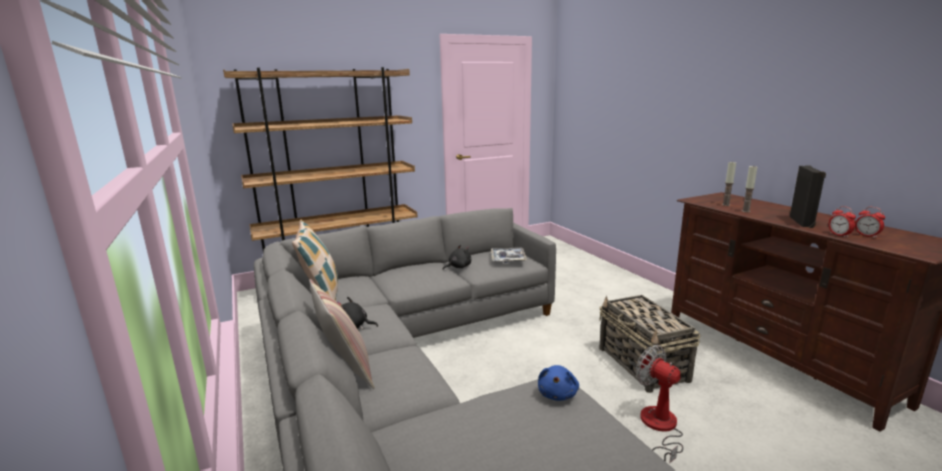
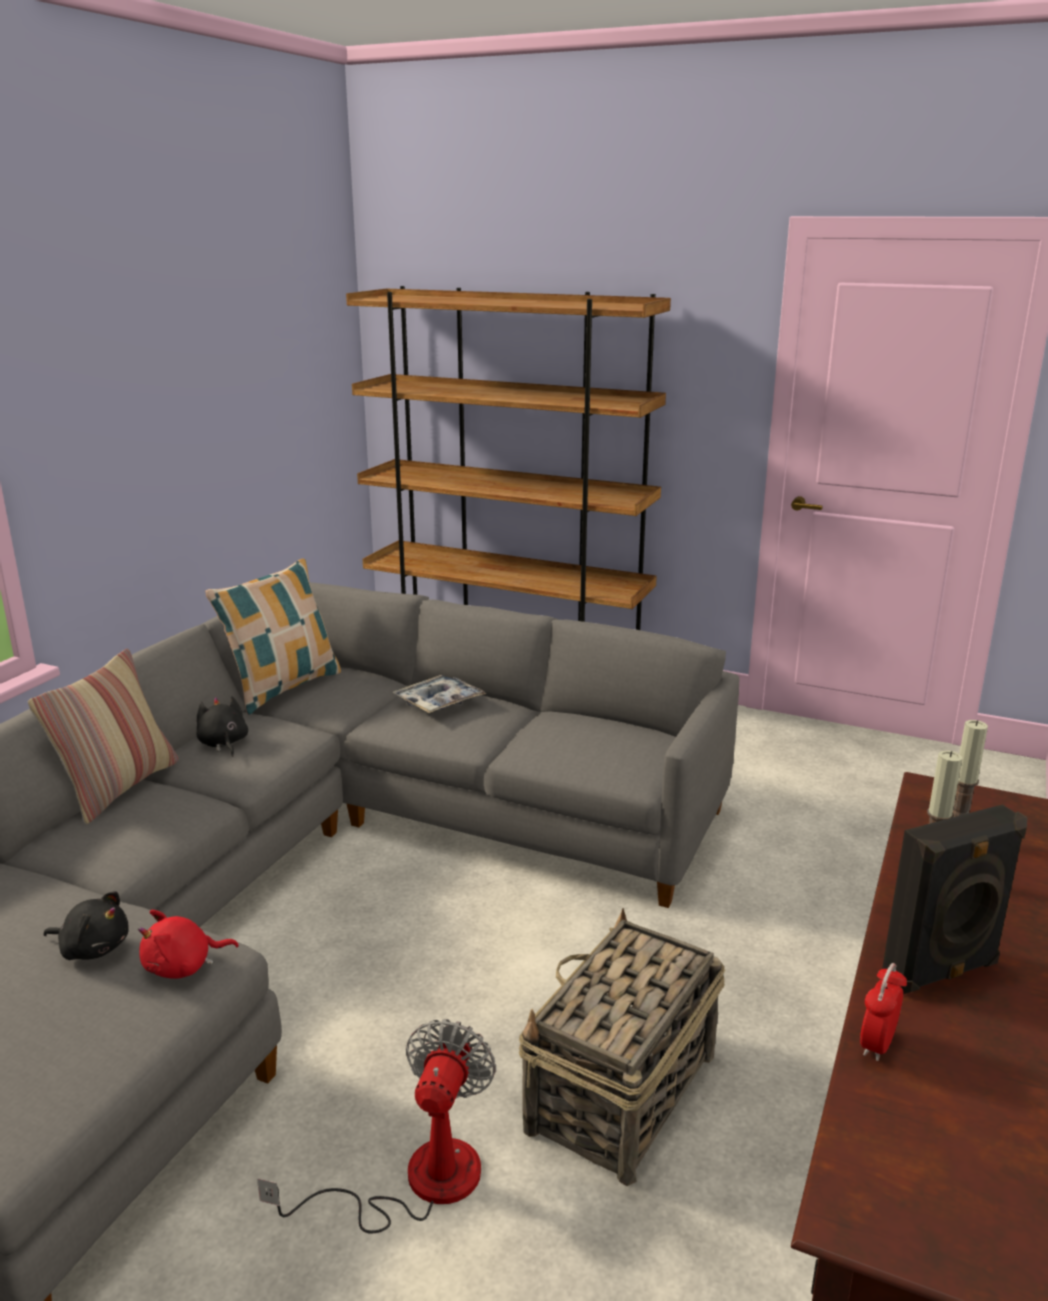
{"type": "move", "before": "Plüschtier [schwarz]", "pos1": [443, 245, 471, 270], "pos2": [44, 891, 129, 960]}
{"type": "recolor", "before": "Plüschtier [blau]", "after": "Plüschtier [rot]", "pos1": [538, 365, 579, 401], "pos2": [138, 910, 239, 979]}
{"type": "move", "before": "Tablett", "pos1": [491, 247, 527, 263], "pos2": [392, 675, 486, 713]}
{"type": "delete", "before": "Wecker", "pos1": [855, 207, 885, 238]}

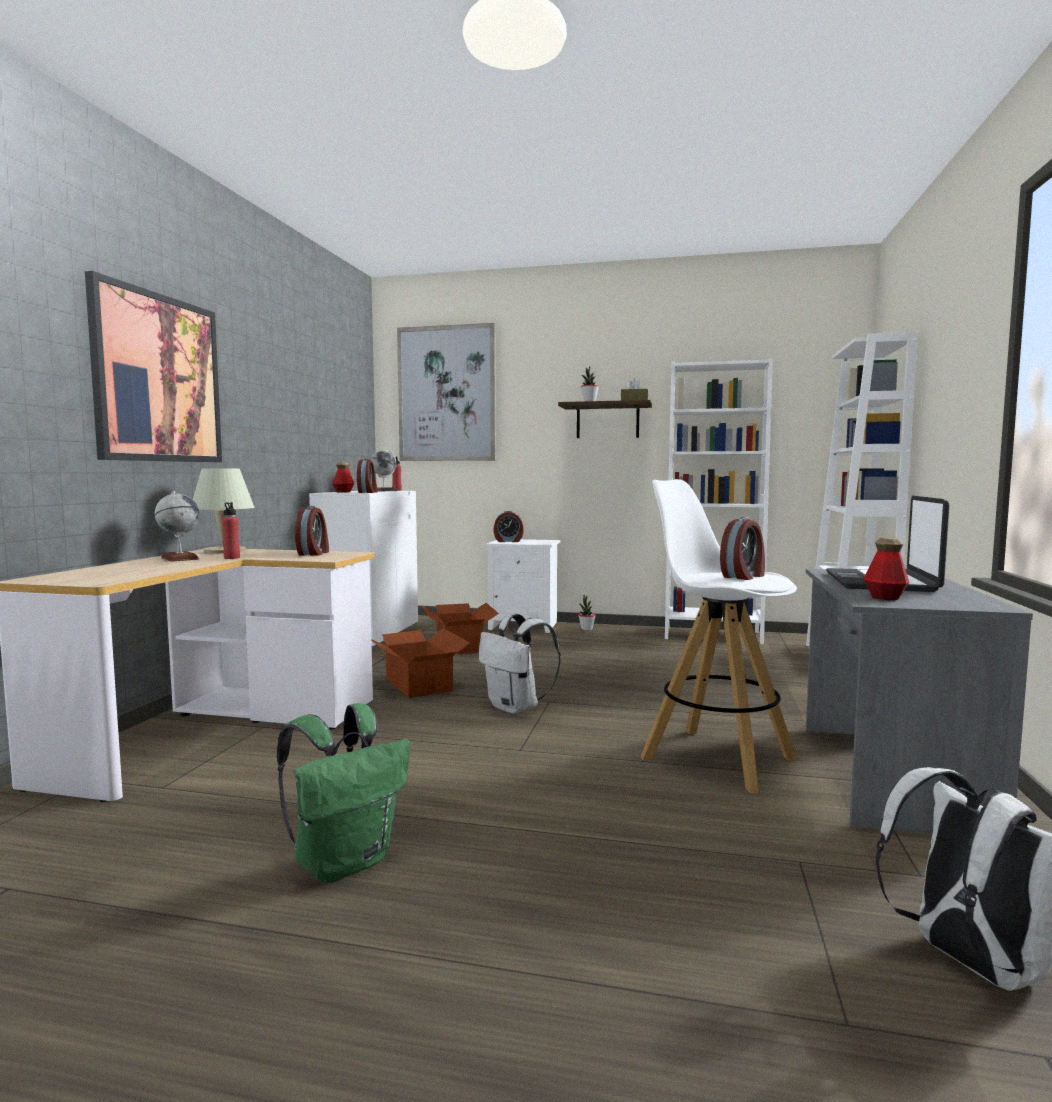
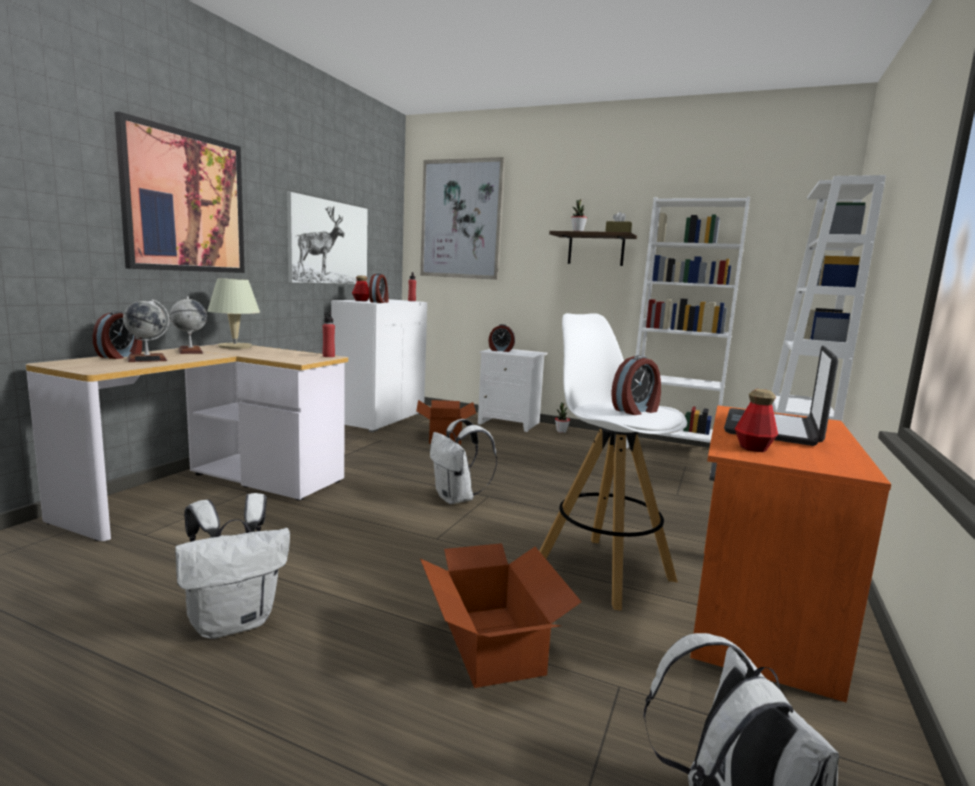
{"type": "move", "before": "Wecker", "pos1": [295, 506, 329, 556], "pos2": [92, 311, 142, 359]}
{"type": "move", "before": "Globus", "pos1": [371, 449, 398, 492], "pos2": [123, 299, 169, 362]}
{"type": "recolor", "before": "Rucksack [grün]", "after": "Rucksack [weiß]", "pos1": [277, 703, 410, 883], "pos2": [175, 493, 290, 639]}
{"type": "insert", "after": "Bild", "pos2": [287, 192, 368, 284]}
{"type": "move", "before": "Flasche [rot]", "pos1": [222, 502, 240, 559], "pos2": [323, 312, 335, 357]}
{"type": "move", "before": "Karton", "pos1": [371, 628, 470, 698], "pos2": [420, 543, 581, 688]}
{"type": "recolor", "before": "Schreibtisch [grau]", "after": "Schreibtisch [orange]", "pos1": [806, 569, 1033, 835], "pos2": [690, 405, 891, 702]}

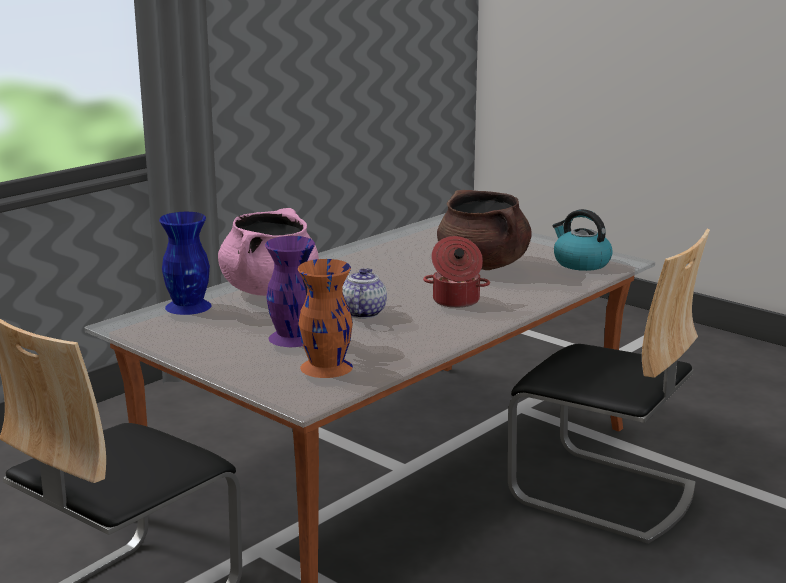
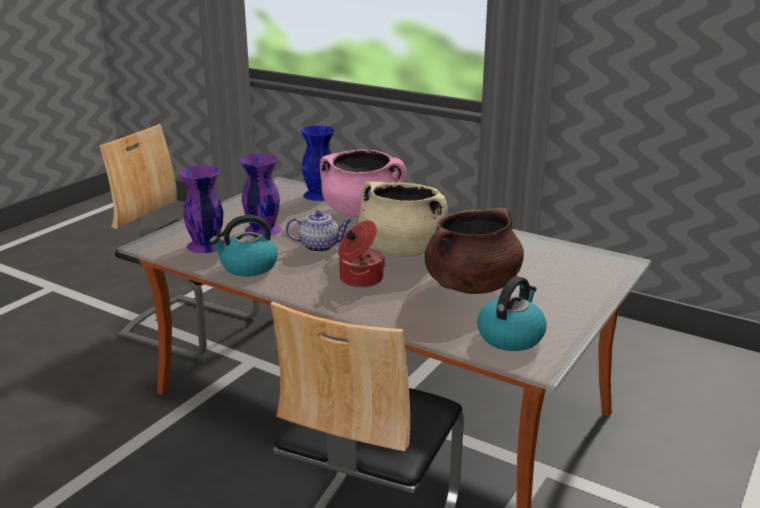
{"type": "recolor", "before": "Vase [orange]", "after": "Vase [lila]", "pos1": [298, 259, 353, 378], "pos2": [179, 165, 225, 253]}
{"type": "insert", "after": "Wasserkessel", "pos2": [209, 215, 278, 276]}
{"type": "insert", "after": "Kochtopf [beige]", "pos2": [359, 181, 448, 257]}

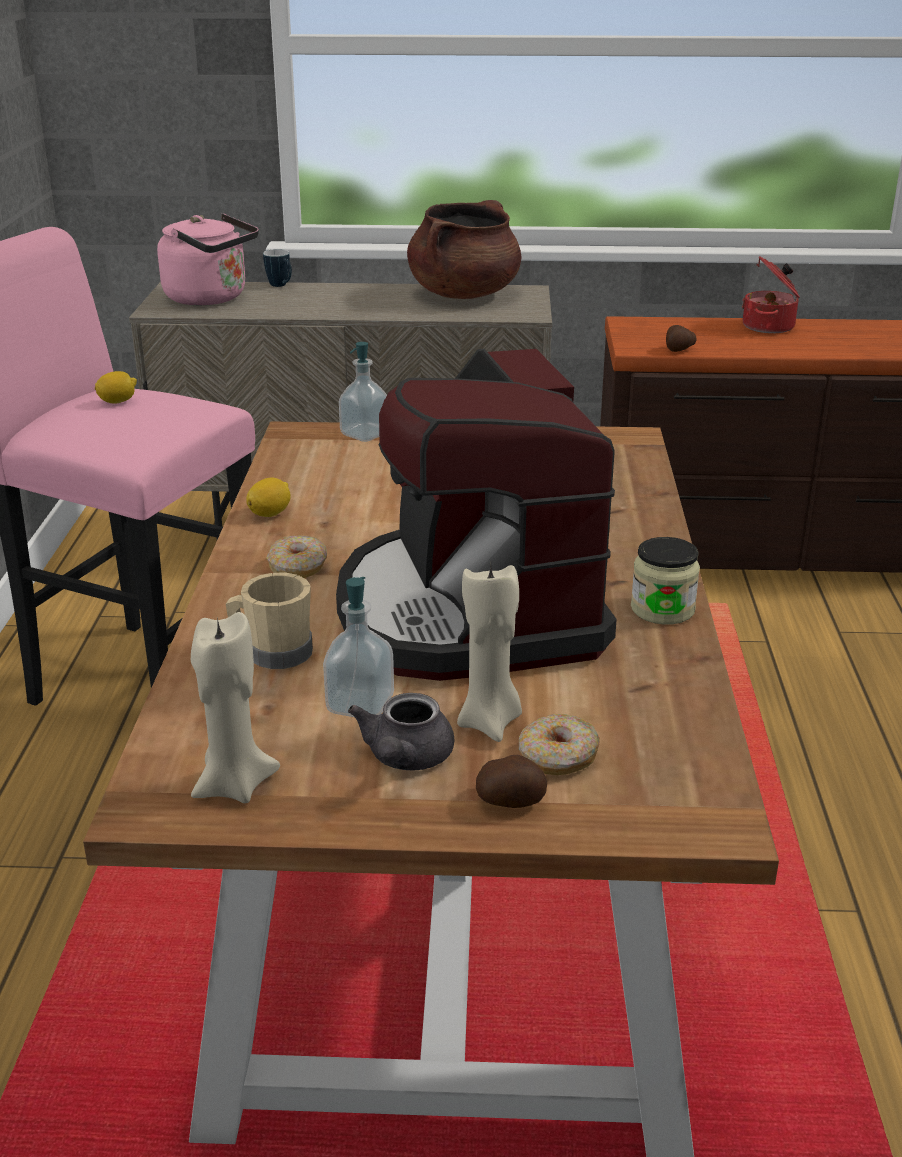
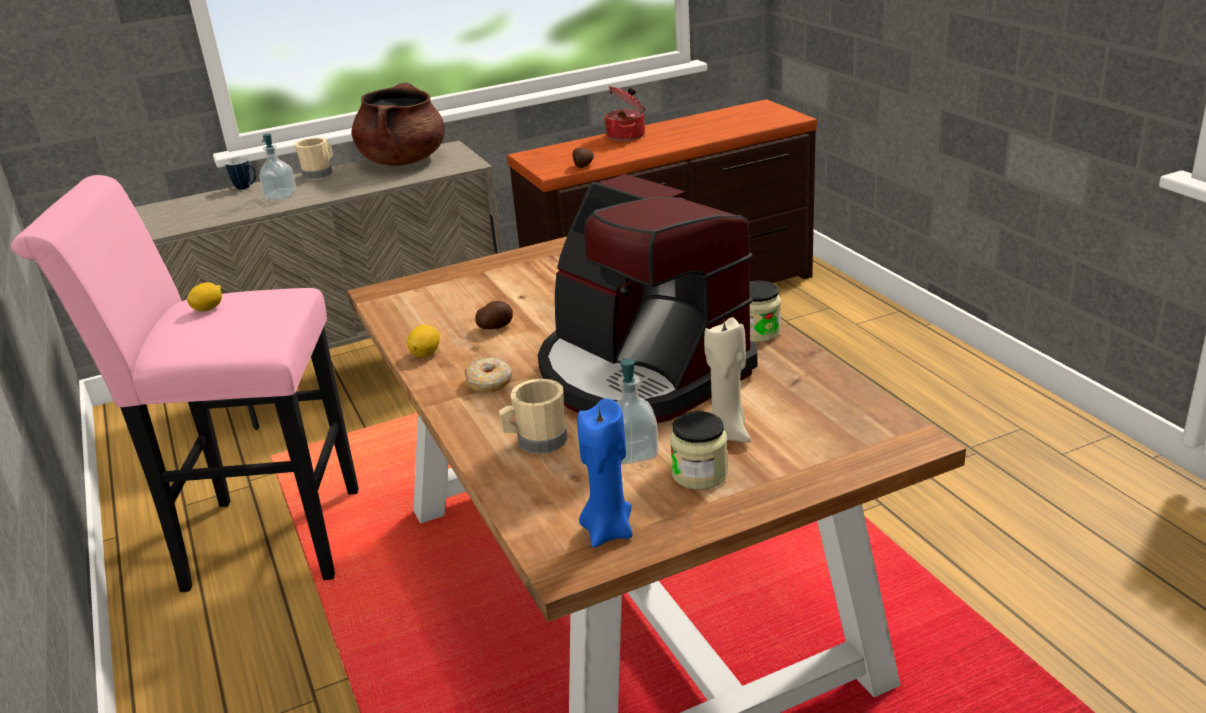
{"type": "move", "before": "Seifenspender", "pos1": [339, 342, 387, 442], "pos2": [259, 134, 296, 200]}
{"type": "insert", "after": "Henkelbecher [beige]", "pos2": [295, 138, 333, 180]}
{"type": "move", "before": "Kartoffel", "pos1": [476, 755, 547, 808], "pos2": [475, 301, 513, 329]}
{"type": "recolor", "before": "Kerze [beige]", "after": "Kerze [blau]", "pos1": [191, 612, 280, 803], "pos2": [577, 398, 633, 548]}
{"type": "replace", "before": "Teekanne [grau]", "after": "Vorratsglas", "pos1": [348, 693, 454, 770], "pos2": [670, 411, 728, 490]}
{"type": "delete", "before": "Wasserkessel [rosa]", "pos1": [157, 213, 259, 305]}
{"type": "delete", "before": "Donut", "pos1": [519, 714, 600, 775]}

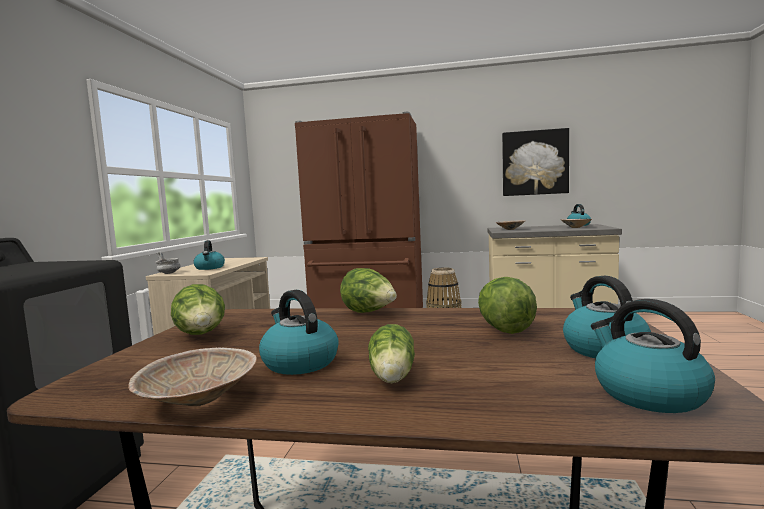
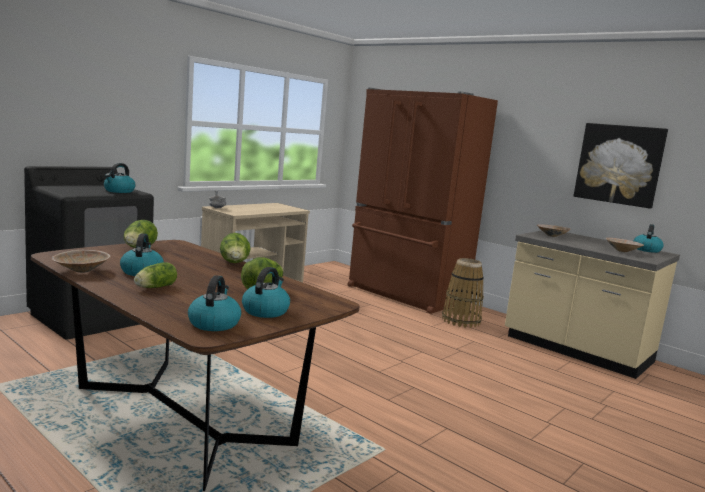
{"type": "move", "before": "Wasserkessel", "pos1": [193, 240, 225, 270], "pos2": [104, 163, 136, 193]}

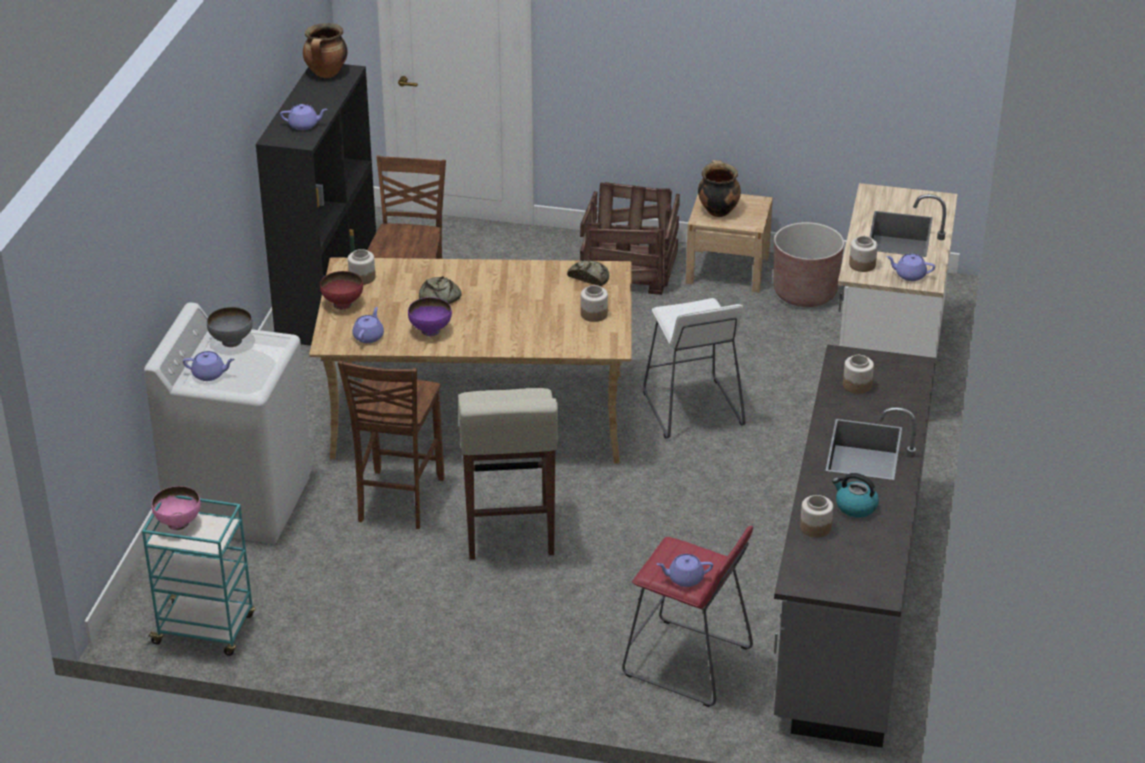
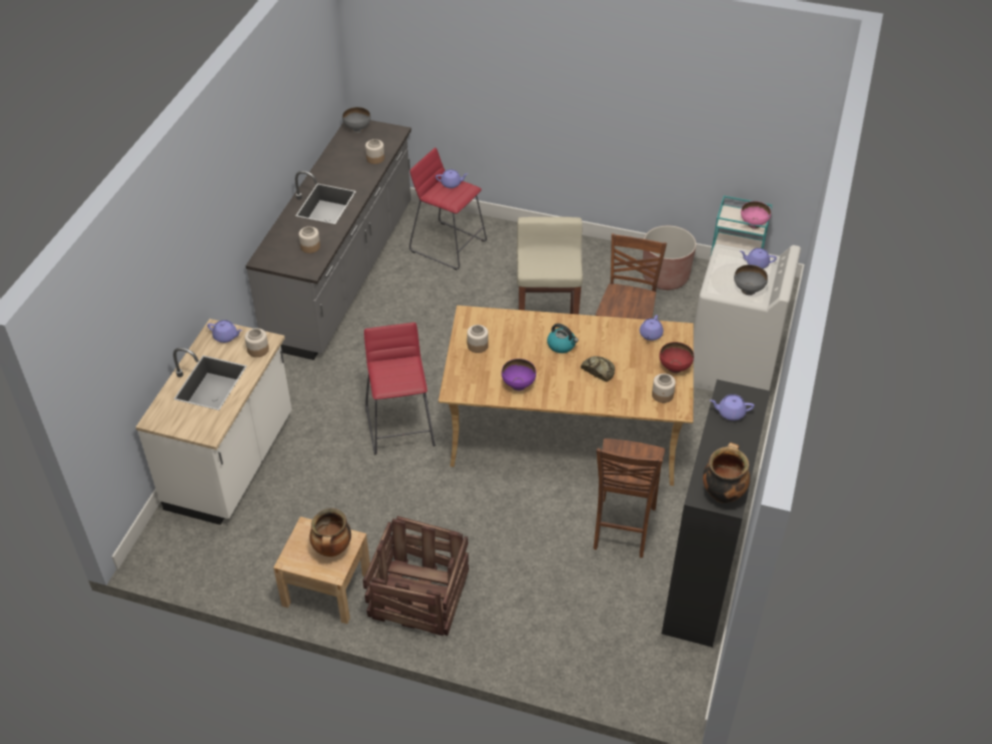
{"type": "insert", "after": "Schüssel [grau]", "pos2": [342, 107, 371, 133]}
{"type": "recolor", "before": "Hocker [weiß]", "after": "Hocker [rot]", "pos1": [643, 298, 746, 439], "pos2": [364, 322, 435, 455]}
{"type": "move", "before": "Schüssel [lila]", "pos1": [408, 297, 452, 336], "pos2": [501, 359, 536, 391]}
{"type": "move", "before": "Wasserkessel", "pos1": [832, 473, 879, 518], "pos2": [547, 323, 578, 353]}
{"type": "move", "before": "Pflanzkübel [braun]", "pos1": [774, 222, 844, 307], "pos2": [642, 225, 696, 290]}
{"type": "delete", "before": "Brot", "pos1": [567, 260, 609, 286]}

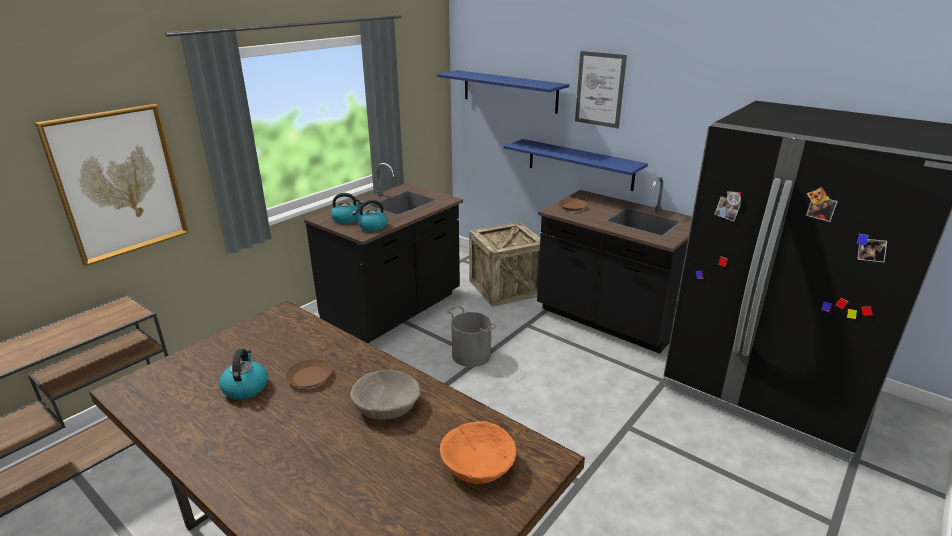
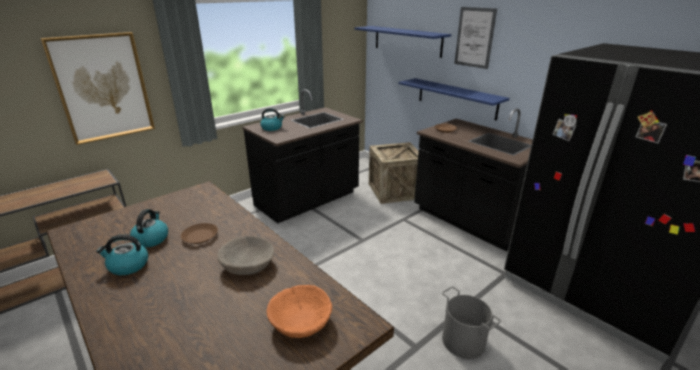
{"type": "move", "before": "Wasserkessel", "pos1": [352, 200, 387, 231], "pos2": [96, 234, 148, 275]}
{"type": "move", "before": "Eimer [grau]", "pos1": [447, 306, 497, 367], "pos2": [442, 286, 501, 359]}

